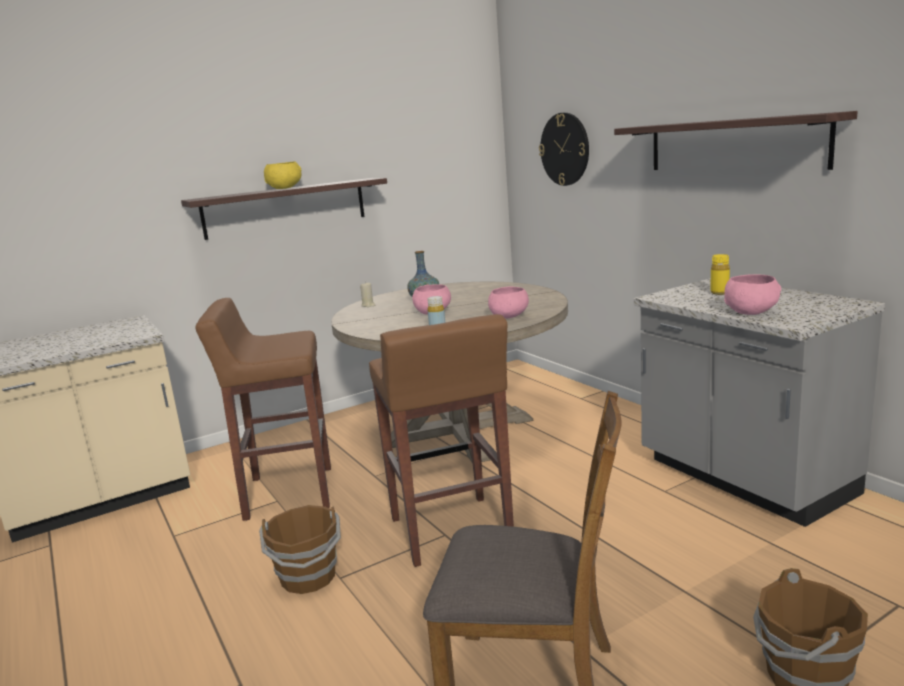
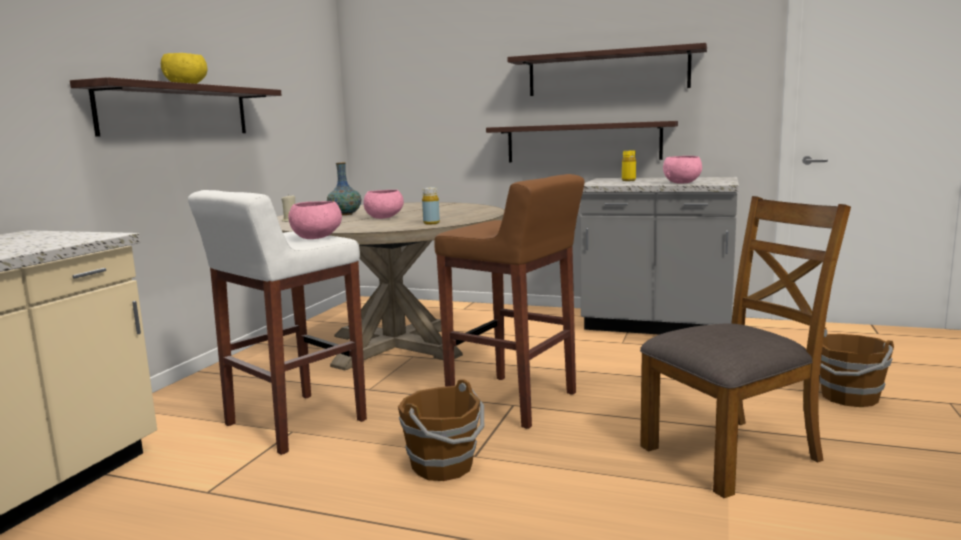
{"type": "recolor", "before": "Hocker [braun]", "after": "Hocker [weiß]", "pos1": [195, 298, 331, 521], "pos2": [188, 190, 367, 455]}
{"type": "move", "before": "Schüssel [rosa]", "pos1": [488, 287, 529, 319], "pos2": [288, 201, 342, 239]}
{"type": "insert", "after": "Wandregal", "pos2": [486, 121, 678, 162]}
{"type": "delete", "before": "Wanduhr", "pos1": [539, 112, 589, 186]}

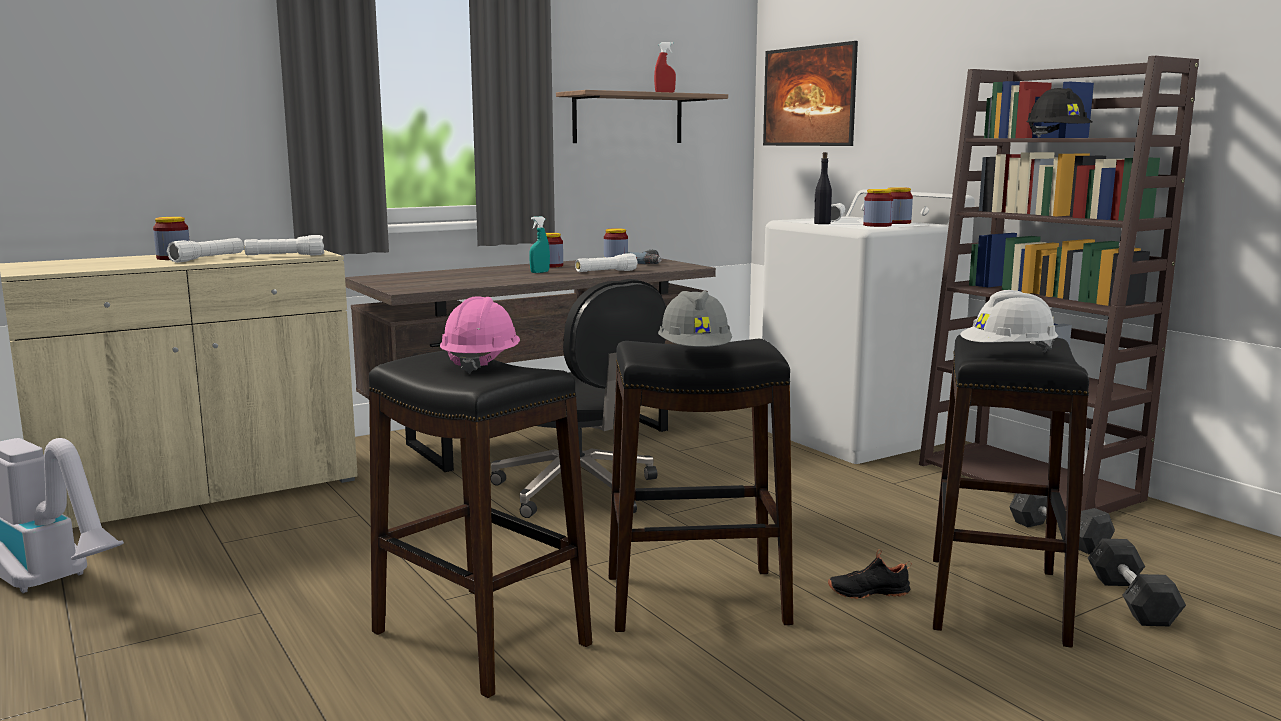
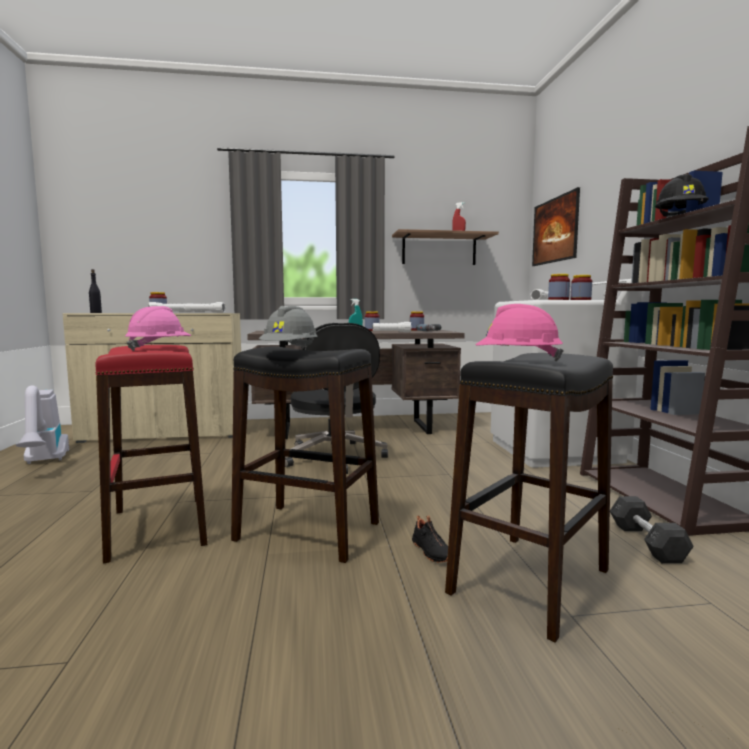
{"type": "move", "before": "Flasche [schwarz]", "pos1": [814, 152, 832, 224], "pos2": [89, 269, 102, 313]}
{"type": "recolor", "before": "Hocker [schwarz]", "after": "Hocker [rot]", "pos1": [369, 350, 592, 698], "pos2": [95, 345, 207, 563]}
{"type": "rotate", "before": "Schuh [schwarz]", "pos1": [828, 549, 912, 599], "pos2": [412, 515, 448, 563], "turn": -135}
{"type": "recolor", "before": "Schutzhelm [weiß]", "after": "Schutzhelm [rosa]", "pos1": [960, 290, 1058, 352], "pos2": [475, 304, 564, 362]}
{"type": "delete", "before": "Hantel [grau]", "pos1": [1088, 539, 1186, 626]}

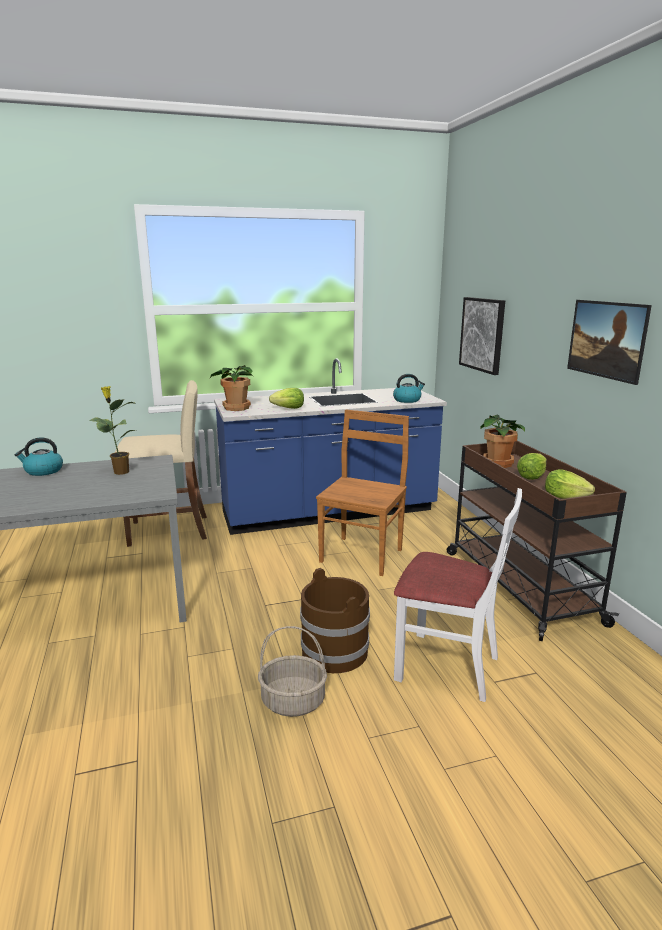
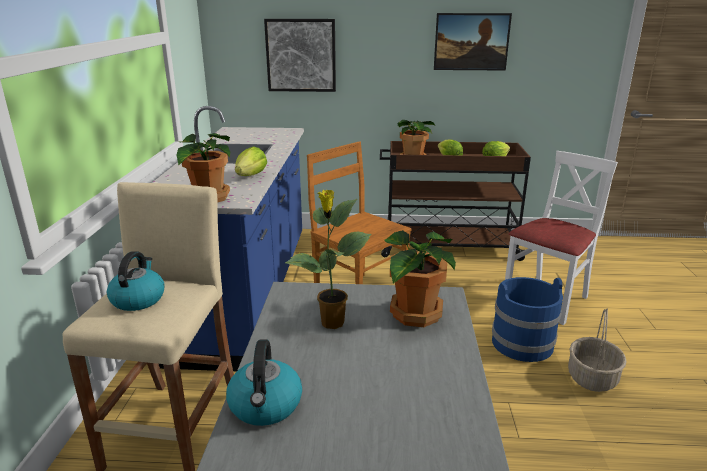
{"type": "move", "before": "Wasserkessel", "pos1": [393, 374, 425, 403], "pos2": [107, 251, 165, 311]}
{"type": "insert", "after": "Topfpflanze", "pos2": [384, 230, 456, 327]}
{"type": "recolor", "before": "Eimer [braun]", "after": "Eimer [blau]", "pos1": [300, 568, 370, 673], "pos2": [492, 277, 563, 362]}

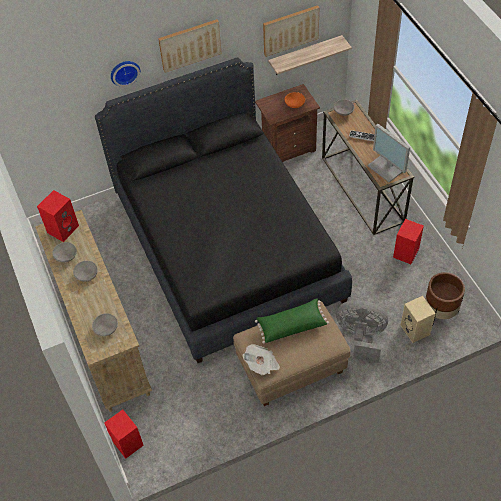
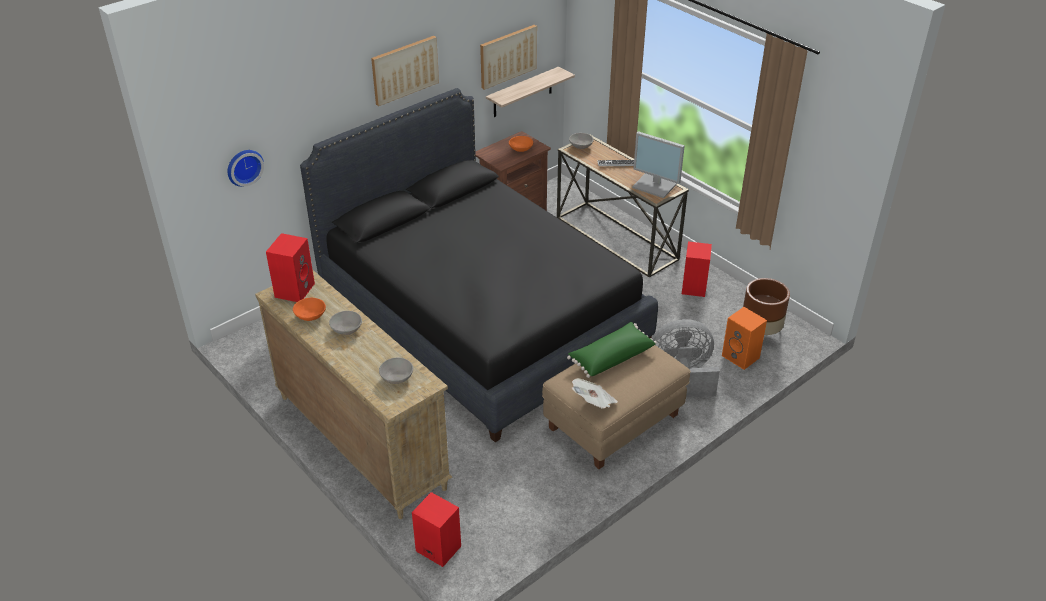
{"type": "move", "before": "Wanduhr", "pos1": [111, 61, 140, 87], "pos2": [228, 150, 264, 187]}
{"type": "recolor", "before": "Schüssel [grau]", "after": "Schüssel [orange]", "pos1": [52, 242, 77, 262], "pos2": [293, 298, 326, 321]}
{"type": "recolor", "before": "Lautsprecher [beige]", "after": "Lautsprecher [orange]", "pos1": [400, 296, 436, 343], "pos2": [722, 307, 767, 370]}

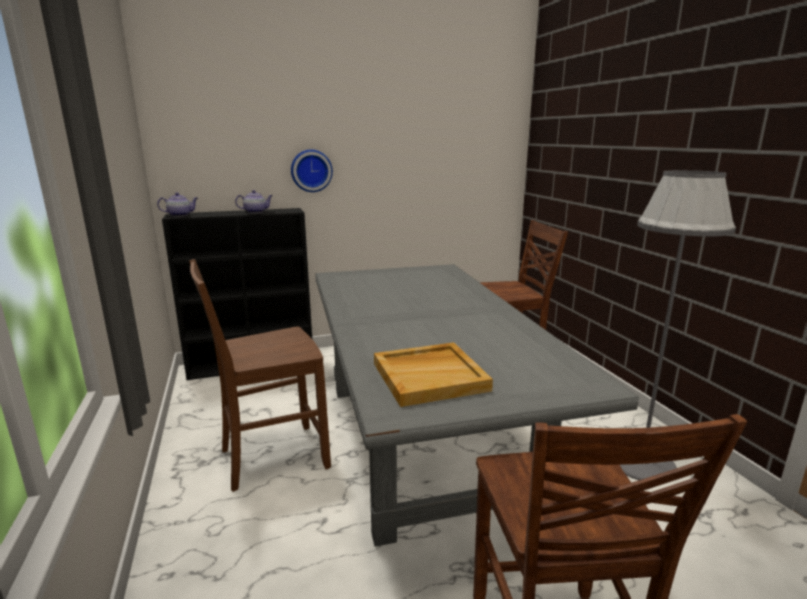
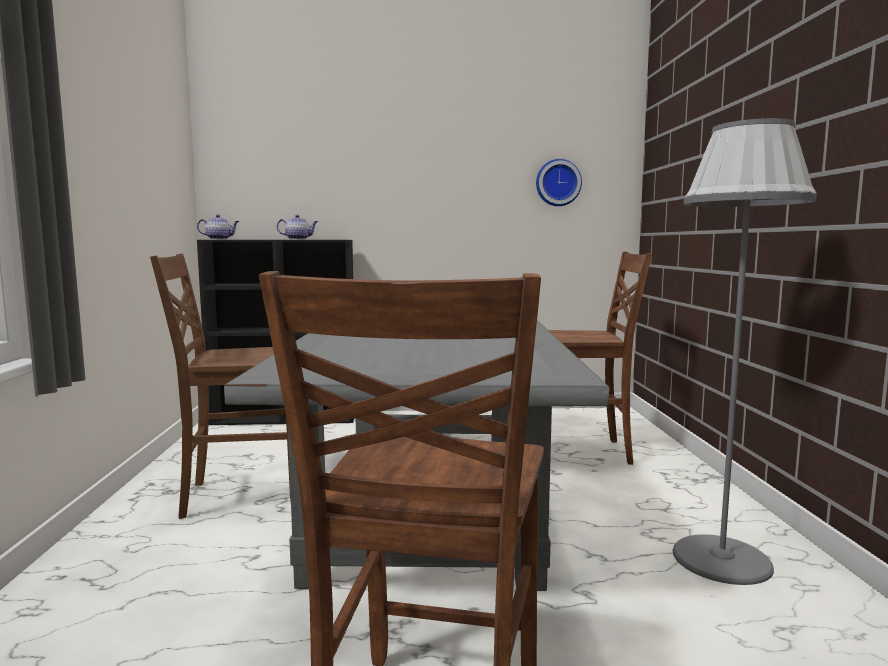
{"type": "move", "before": "Wanduhr", "pos1": [291, 150, 333, 192], "pos2": [536, 159, 582, 206]}
{"type": "delete", "before": "Tablett [beige]", "pos1": [374, 342, 493, 407]}

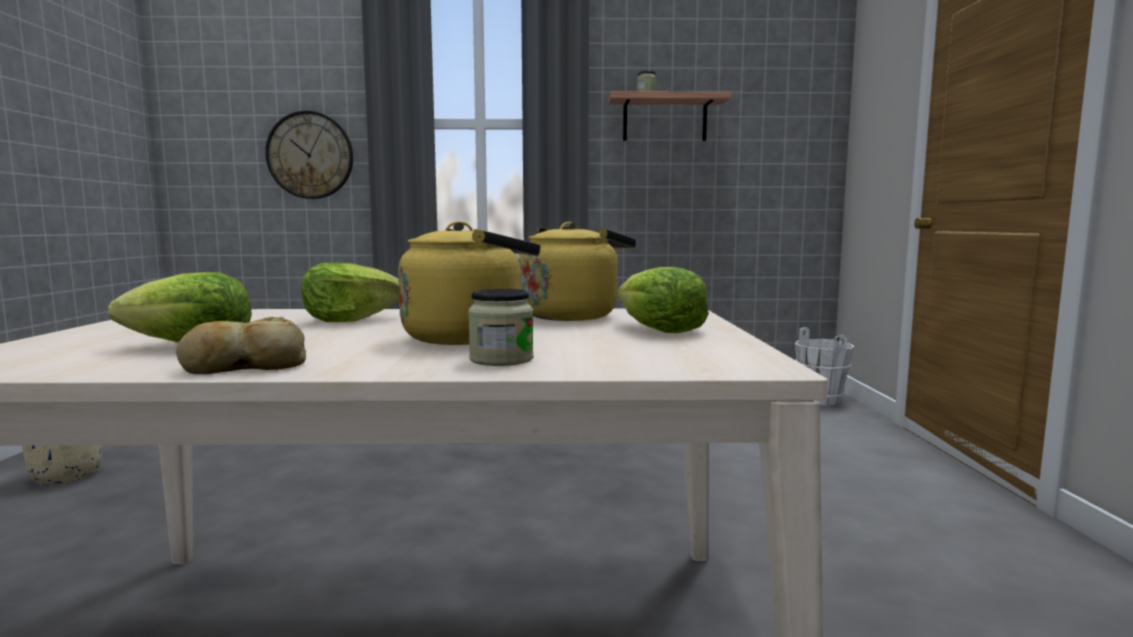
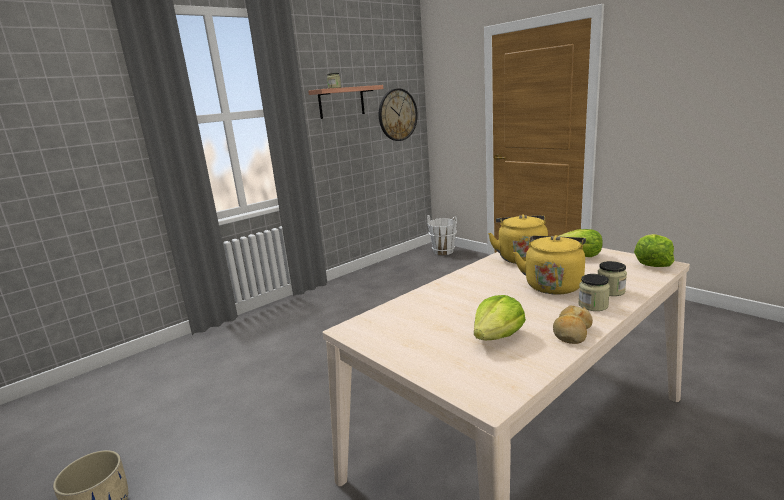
{"type": "move", "before": "Wanduhr", "pos1": [265, 111, 353, 199], "pos2": [379, 88, 418, 141]}
{"type": "insert", "after": "Vorratsglas", "pos2": [578, 274, 610, 311]}
{"type": "move", "before": "Salatkopf", "pos1": [301, 262, 399, 322], "pos2": [634, 234, 674, 267]}

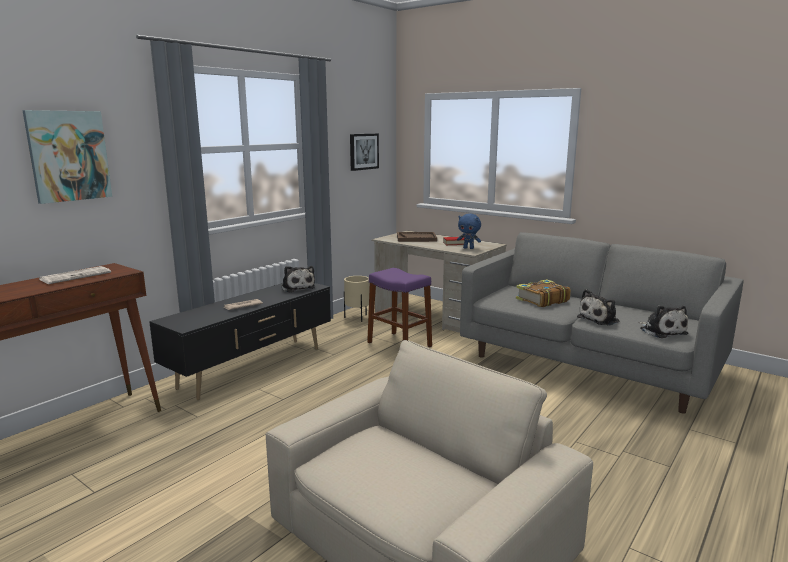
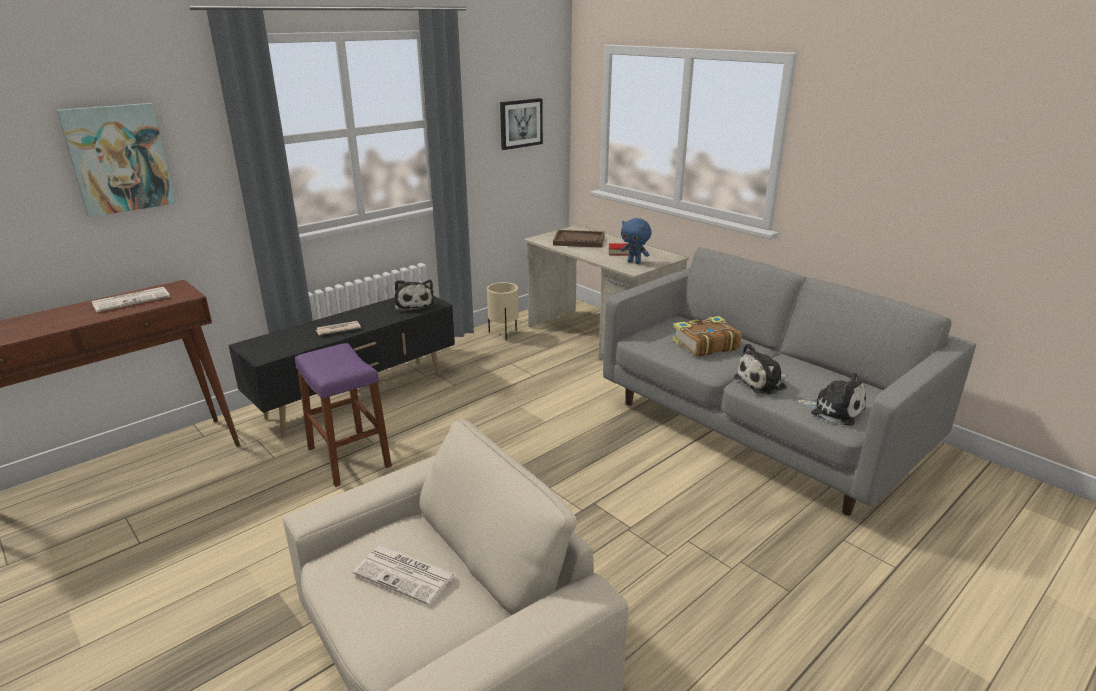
{"type": "move", "before": "Hocker [lila]", "pos1": [367, 268, 432, 347], "pos2": [295, 343, 392, 487]}
{"type": "insert", "after": "Zeitung", "pos2": [353, 545, 456, 605]}
{"type": "rotate", "before": "Plüschtier", "pos1": [638, 305, 688, 338], "pos2": [796, 373, 866, 426], "turn": -45}

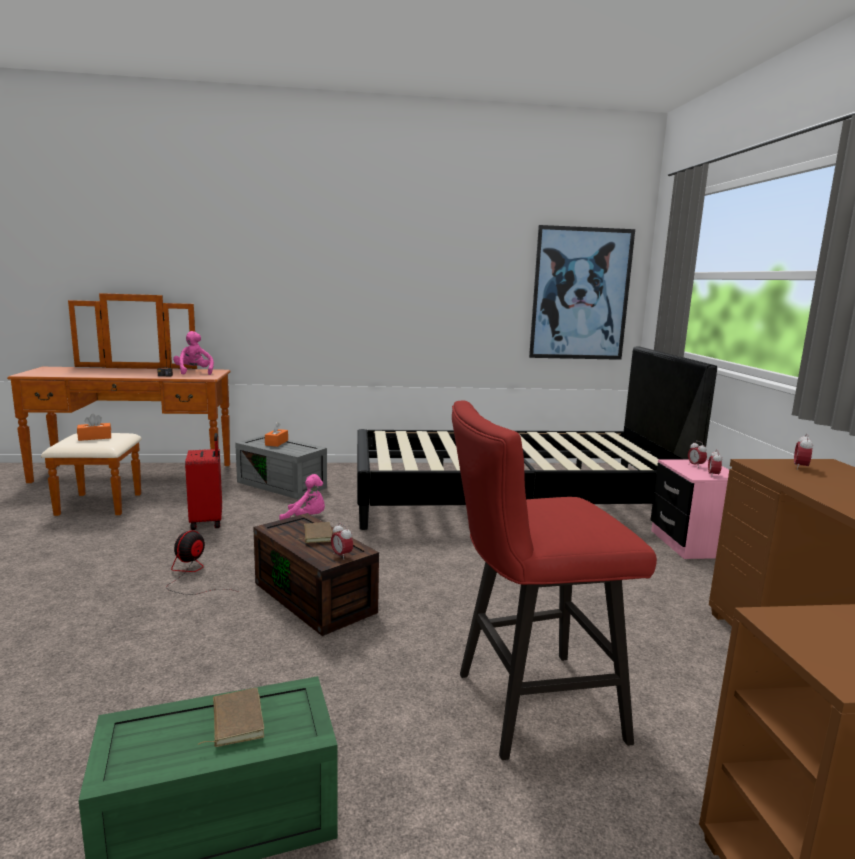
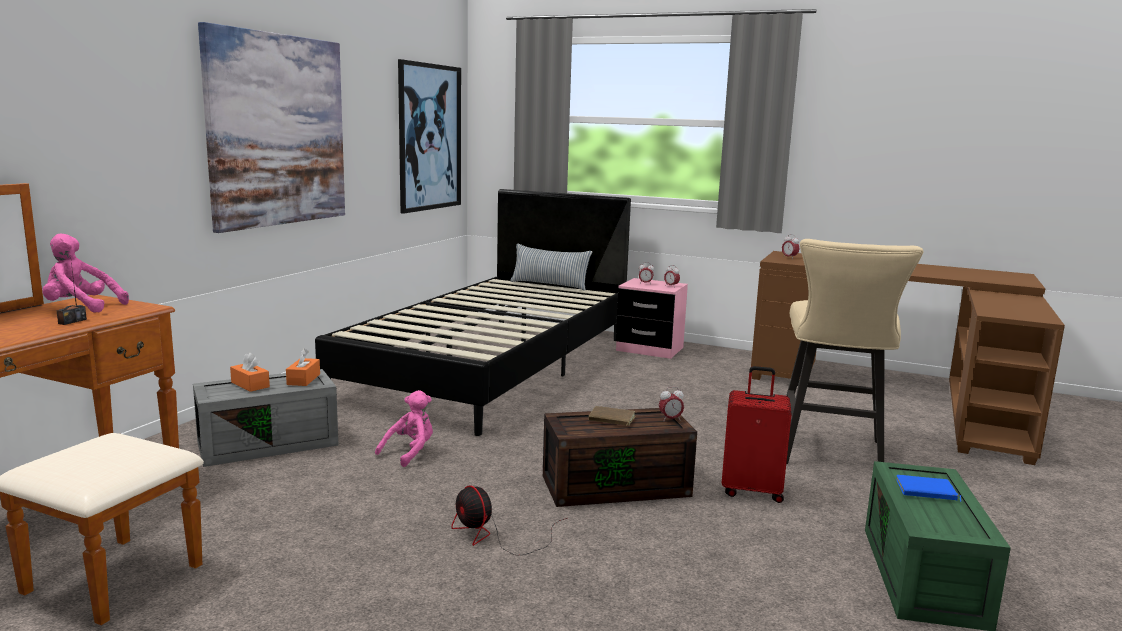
{"type": "insert", "after": "Bild", "pos2": [198, 22, 345, 233]}
{"type": "move", "before": "Taschentuchbox [orange]", "pos1": [77, 414, 111, 441], "pos2": [286, 348, 320, 386]}
{"type": "insert", "after": "Kissen", "pos2": [510, 244, 592, 291]}
{"type": "move", "before": "Koffer [rot]", "pos1": [185, 433, 222, 530], "pos2": [722, 366, 792, 503]}
{"type": "recolor", "before": "Hocker [rot]", "after": "Hocker [beige]", "pos1": [452, 401, 657, 760], "pos2": [786, 239, 924, 464]}
{"type": "recolor", "before": "Buch [braun]", "after": "Buch [blau]", "pos1": [198, 688, 264, 747], "pos2": [896, 475, 961, 502]}

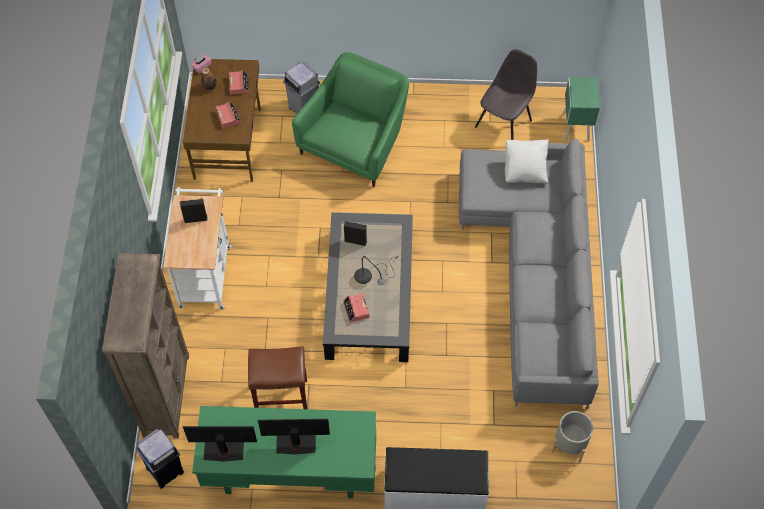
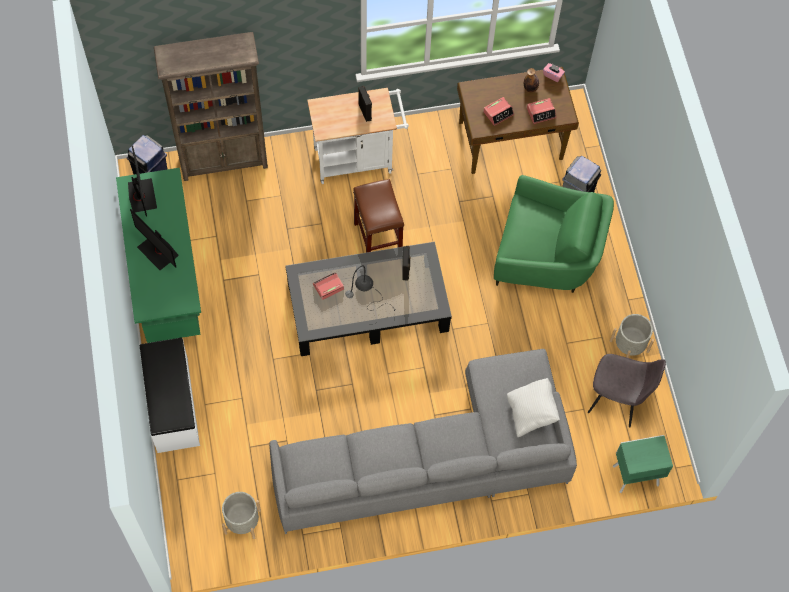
{"type": "rotate", "before": "Monitor", "pos1": [258, 419, 330, 455], "pos2": [130, 209, 179, 270], "turn": 150}
{"type": "move", "before": "Hocker [braun]", "pos1": [248, 346, 307, 409], "pos2": [353, 179, 404, 252]}
{"type": "insert", "after": "Pflanzkübel [grau]", "pos2": [610, 314, 654, 358]}

